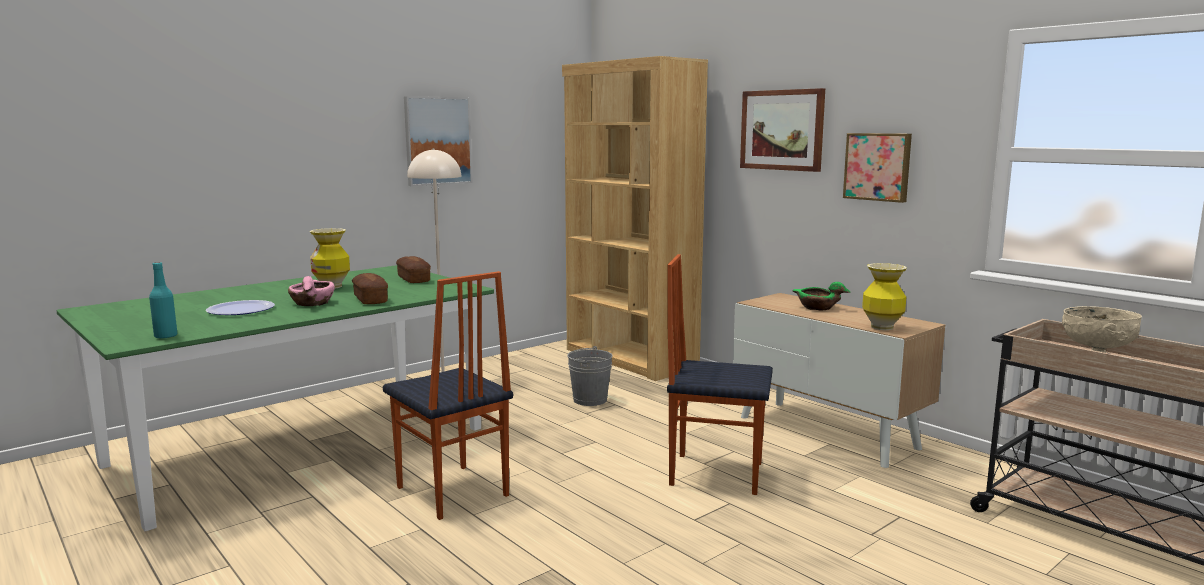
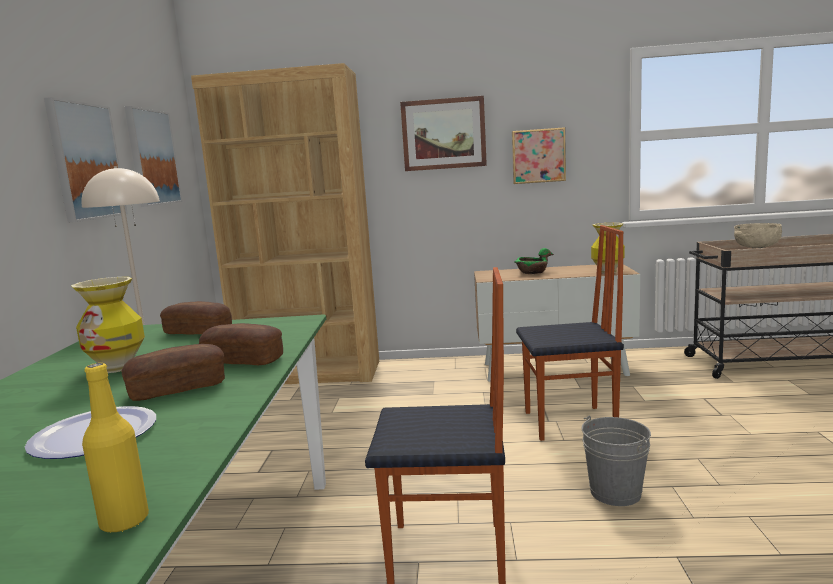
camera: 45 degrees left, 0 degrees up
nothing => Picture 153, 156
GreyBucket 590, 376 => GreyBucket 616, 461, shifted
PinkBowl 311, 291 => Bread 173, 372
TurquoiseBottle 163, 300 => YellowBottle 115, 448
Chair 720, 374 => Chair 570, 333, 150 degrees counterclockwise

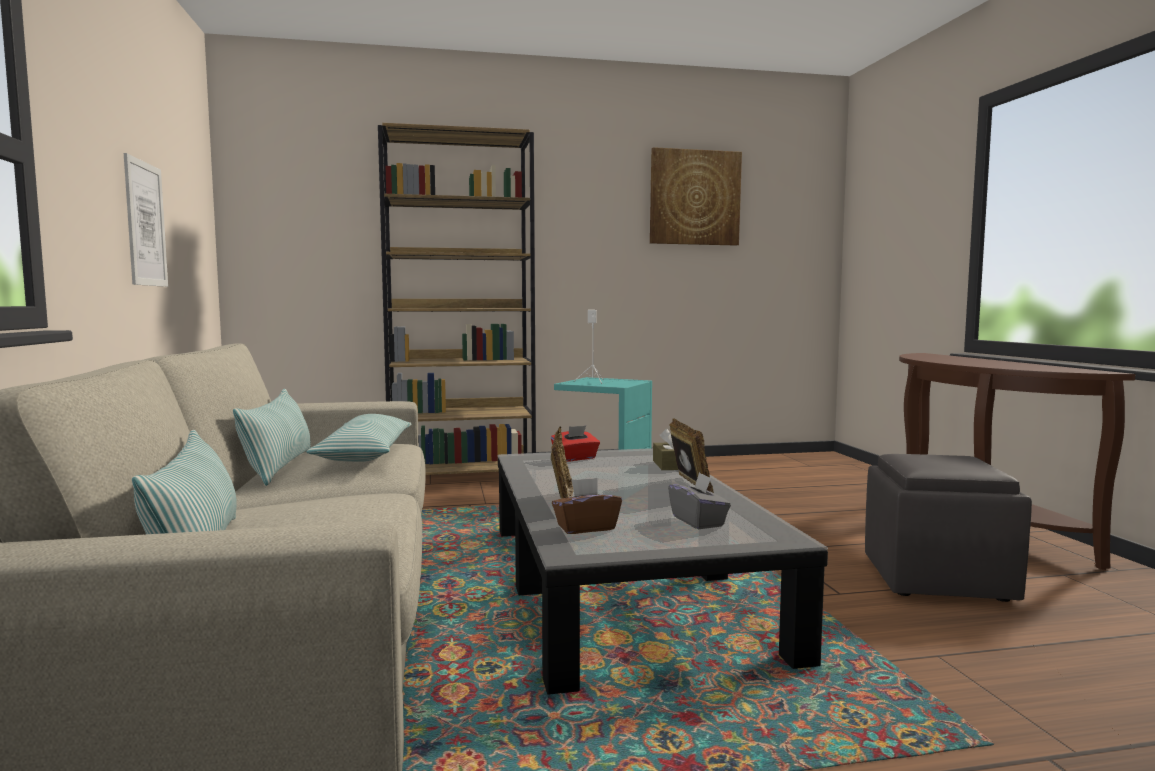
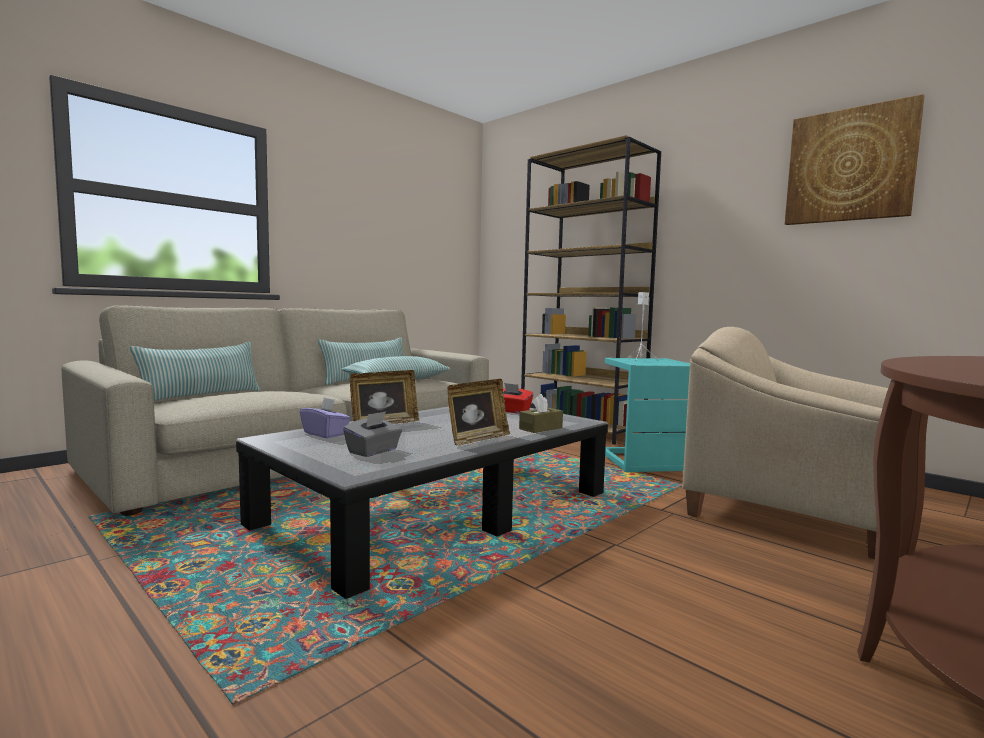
camera: 55 degrees right, 0 degrees up
Picture 146, 220 => nothing
GreyOttoman 948, 528 => nothing
nothing => BeigeArmchair 785, 443
BrownTissueBox 587, 506 => PurpleTissueBox 325, 418

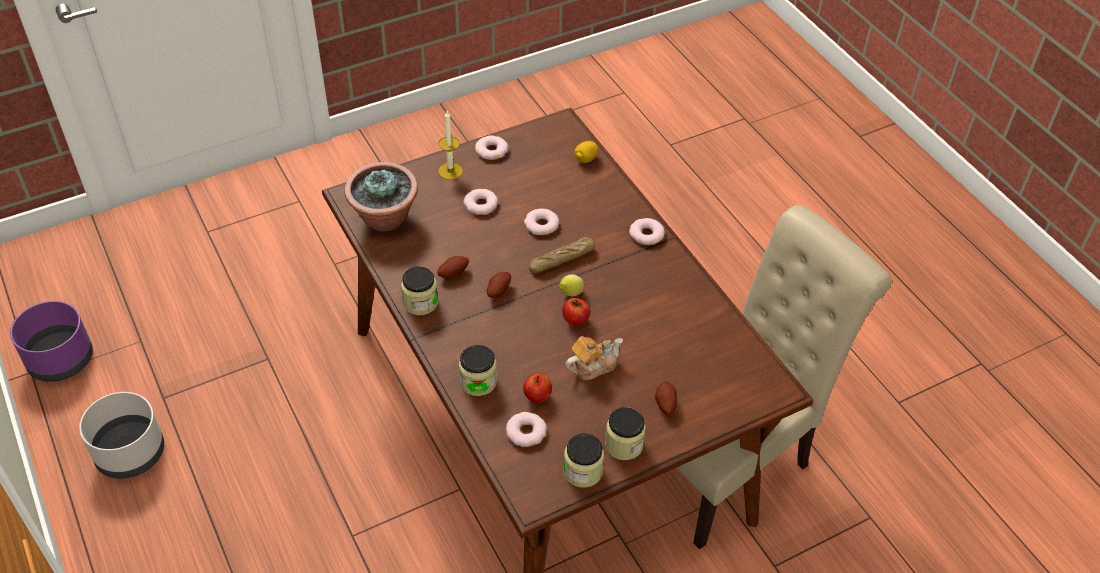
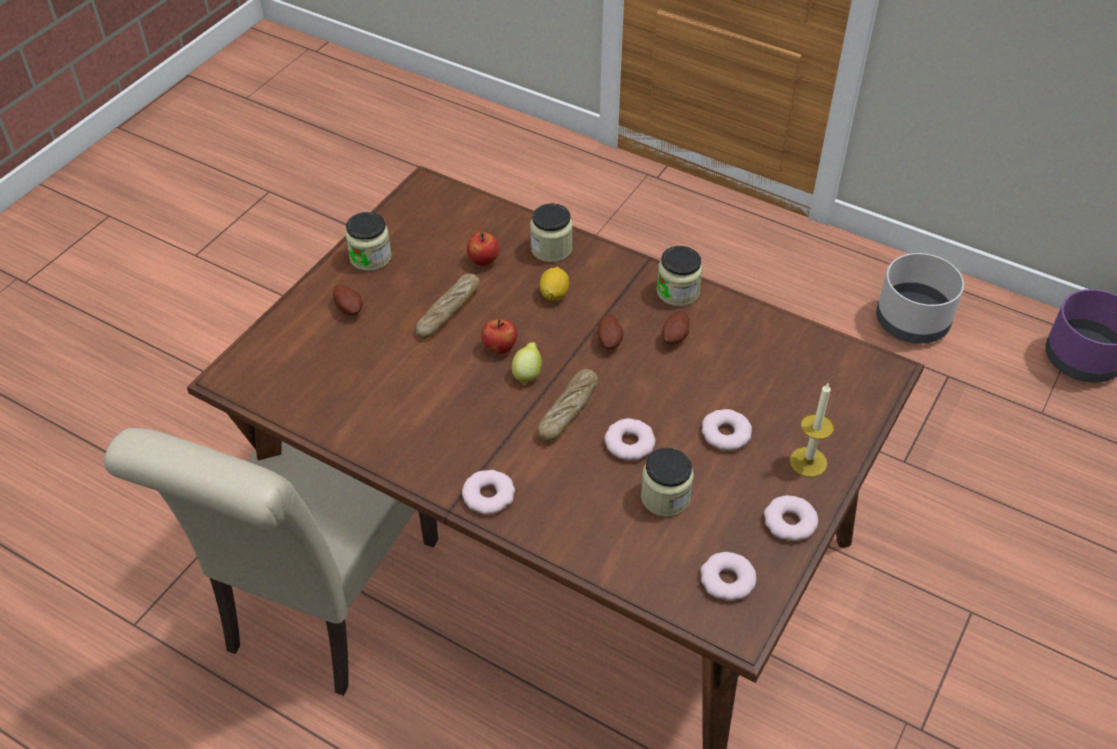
camera: 150 degrees right, 0 degrees up
PottedPlant 381, 197 => nothing
Donut 526, 429 => Donut 728, 576, shifted
Jar 583, 460 => Jar 667, 482, shifted
Lemon 586, 152 => Lemon 554, 284, shifted
Teapot 594, 358 => Bread 447, 306

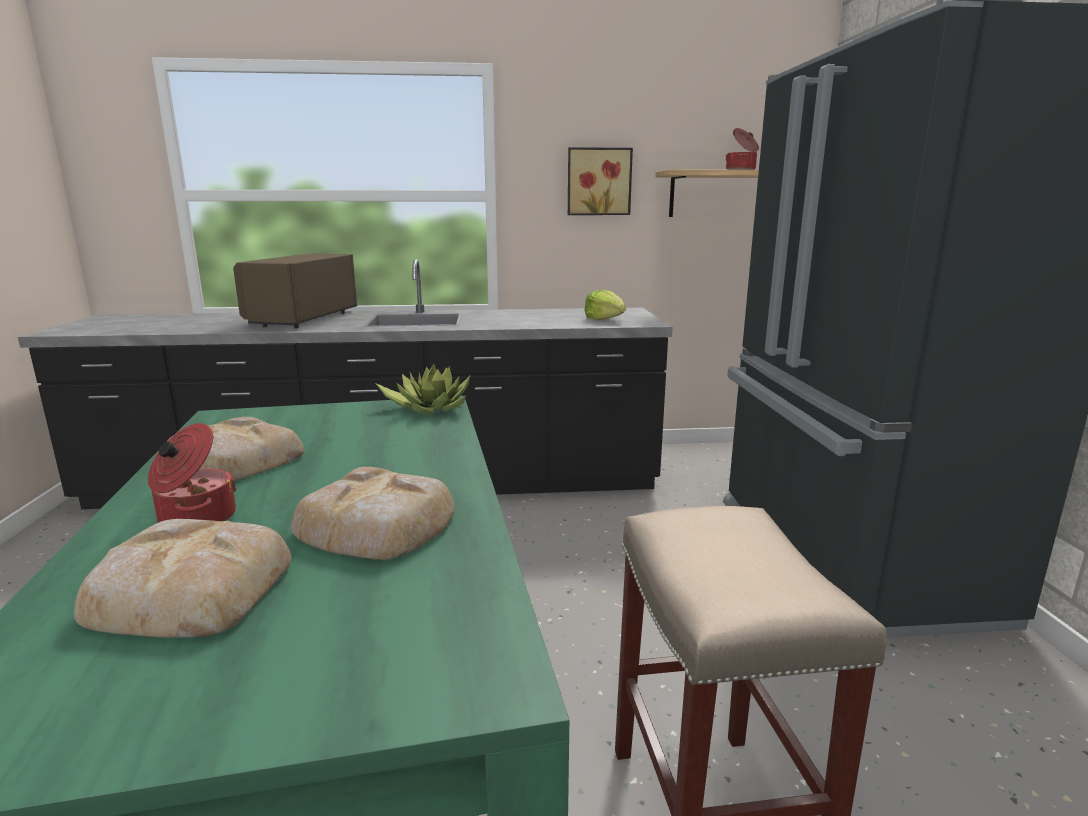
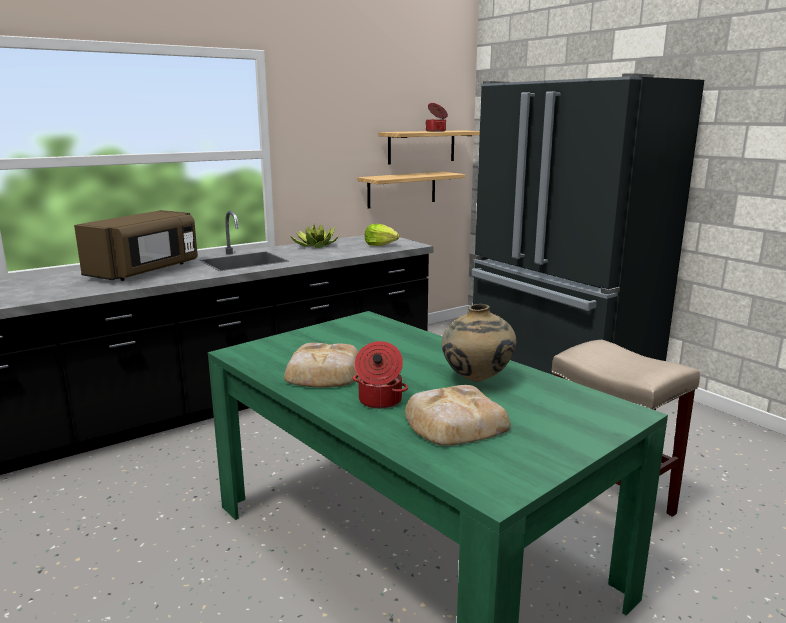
camera: 30 degrees left, 0 degrees up
Picture 600, 181 => nothing
nothing => Shelf 411, 190
PottedPlant 423, 389 => PottedPlant 314, 236, shifted
Bread 373, 513 => BeigeVase 479, 343
BrownMicrowave 295, 291 => BrownMicrowave 136, 245, 135 degrees counterclockwise

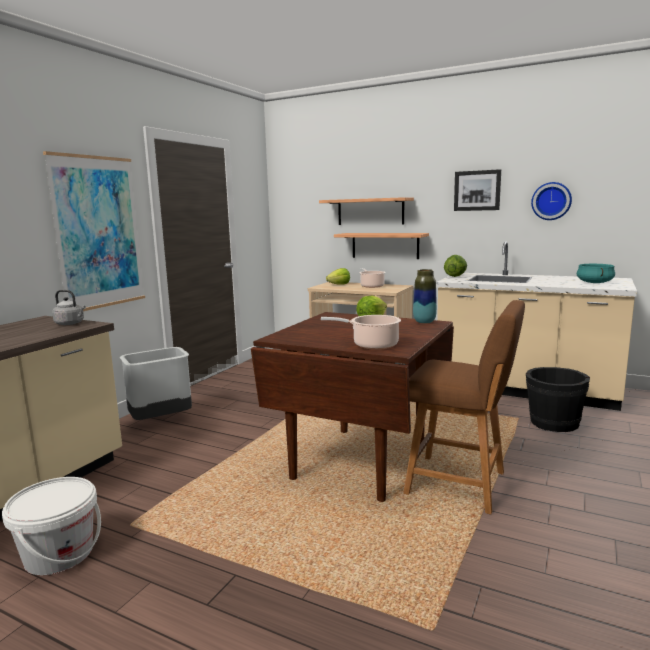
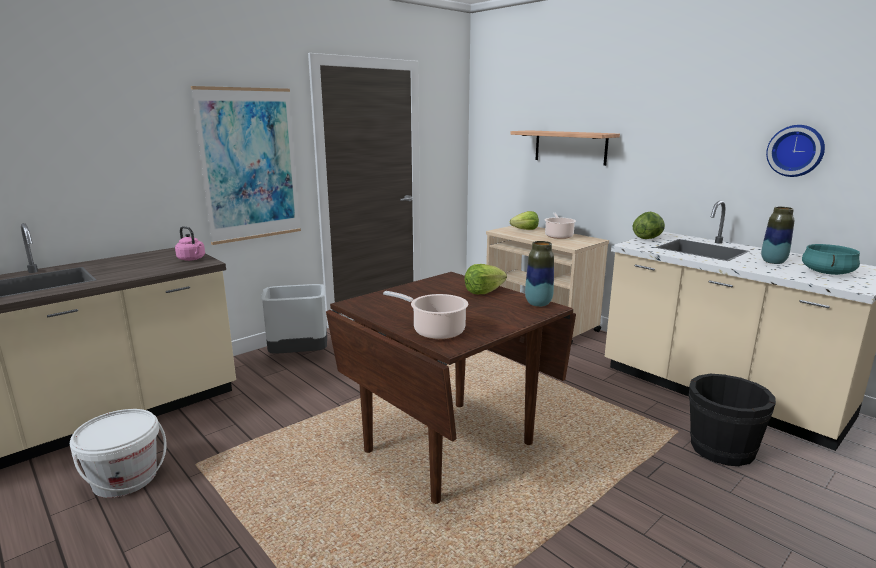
camera: 20 degrees right, 5 degrees up
Shelf 381, 246 => nothing
BrownStool 464, 407 => nothing
Picture 477, 190 => nothing
nothing => Vase 777, 235
GreyKettle 69, 307 => PinkKettle 190, 243

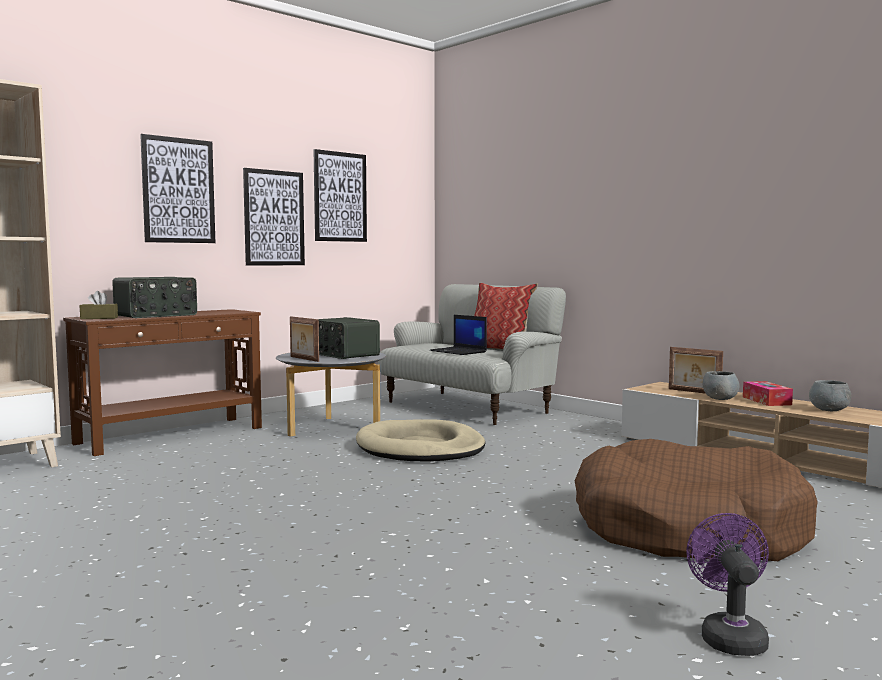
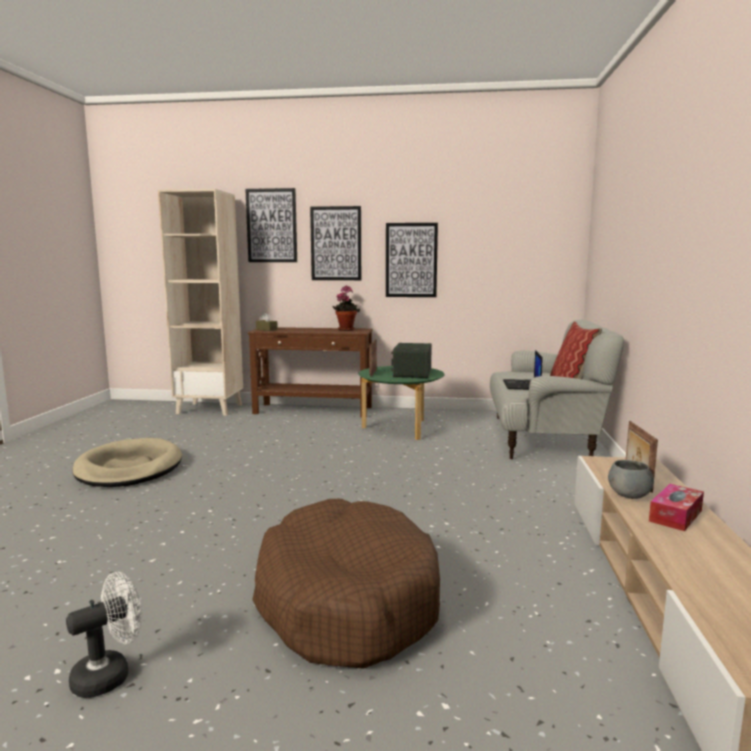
camera: 50 degrees right, 5 degrees up
Radio 154, 297 => nothing
GreyBowl 830, 395 => nothing
nothing => PottedPlant 346, 308
Picture 340, 195 => Picture 271, 225, shifted
BeigeDogBed 420, 440 => BeigeDogBed 127, 462, shifted
GreyCoffeeTable 331, 395 => GreenCoffeeTable 401, 403
PurpleFan 727, 584 => WhiteFan 104, 635

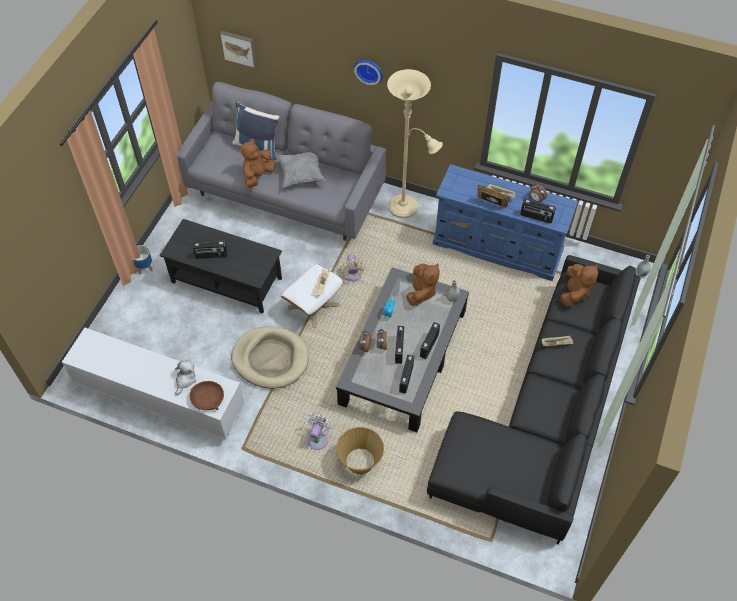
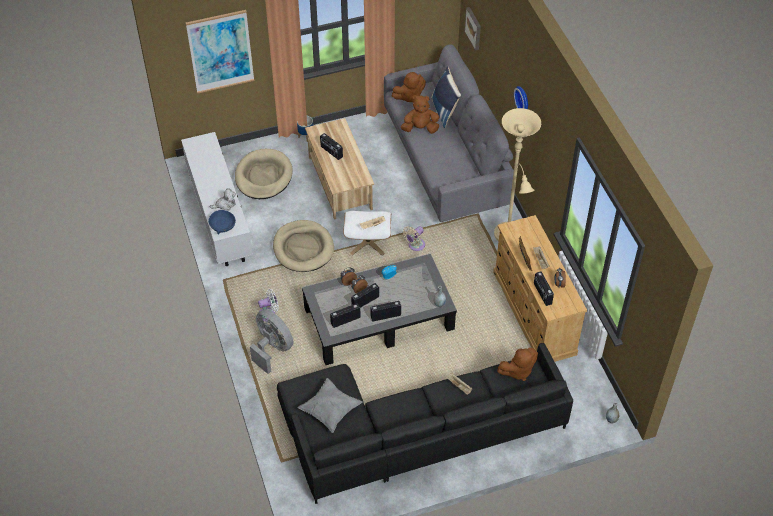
camera: 50 degrees right, 5 degrees down
nothing => Picture 220, 51
nothing => BeigeDogBed 264, 174
GreyPillow 301, 169 => GreyPillow 330, 405, shifted
BrownPlushToy 423, 285 => BrownPlushToy 409, 87, shifted
Basket 360, 450 => GreyFan 271, 341
BlackCoffeeTable 221, 266 => BeigeCoffeeTable 339, 169
BrownBowl 207, 395 => BlueBowl 222, 222
BlueDresser 505, 222 => BeigeDresser 540, 288

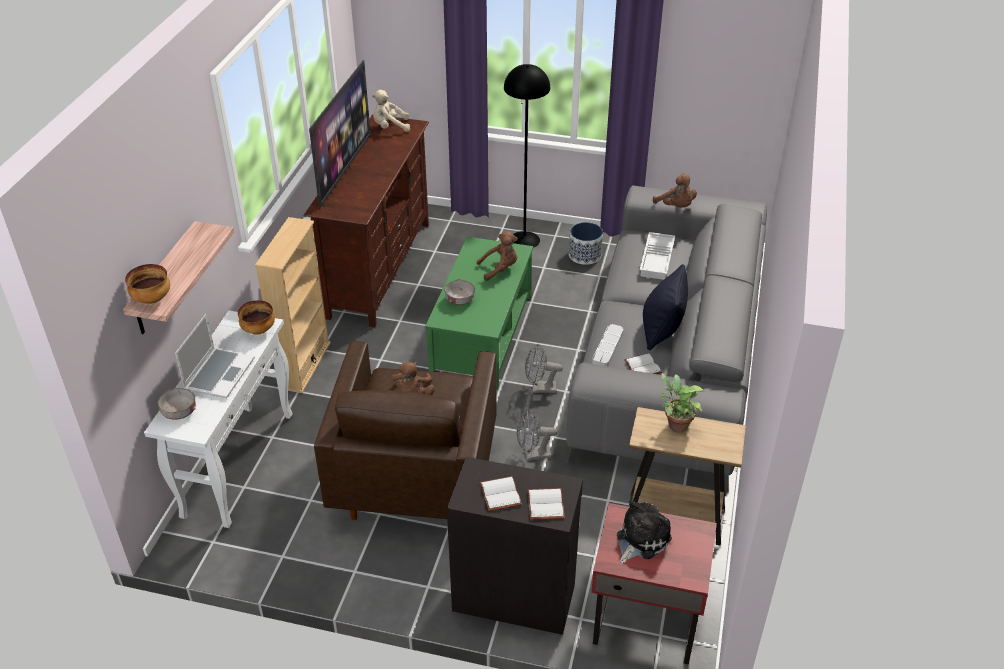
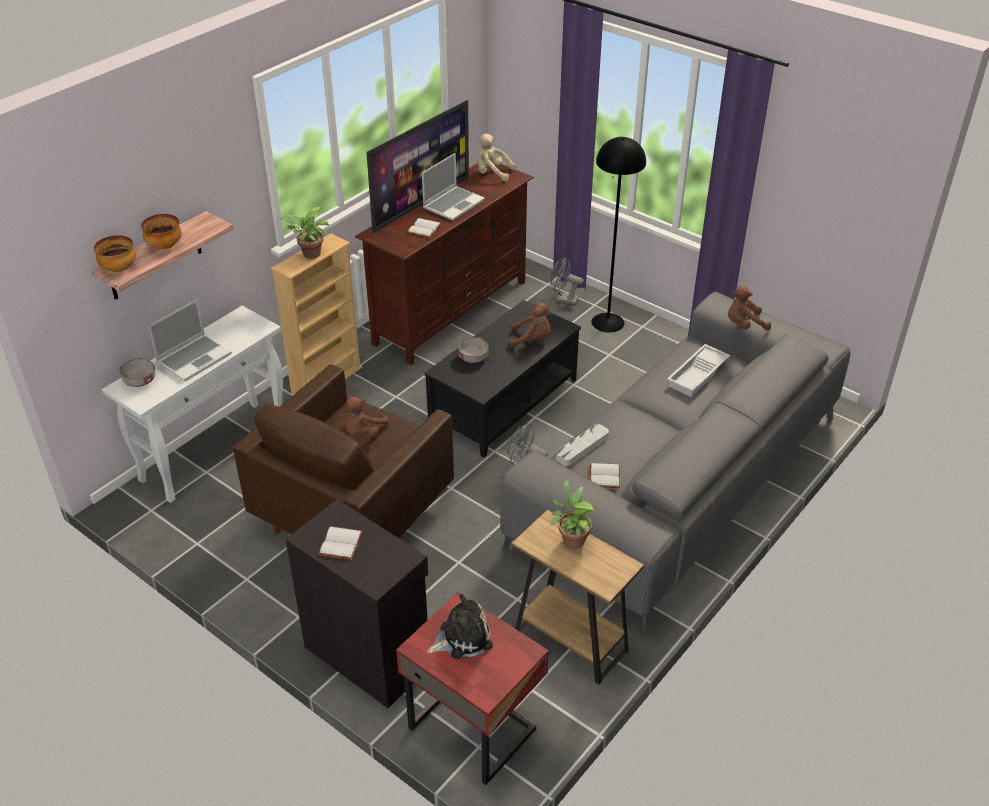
camera: 25 degrees right, 0 degrees up
Planter 586, 243 => nothing
BlackPillow 665, 307 => nothing
nothing => PottedPlant 305, 233
nothing => Laptop 453, 187
Bowl 256, 317 => Bowl 161, 231, shifted
GreyFan 537, 435 => GreyFan 567, 281, shifted
WhiteBook 546, 504 => WhiteBook 424, 228, shifted
GreenCoffeeTable 479, 313 => BlackCoffeeTable 502, 379
BrownPlushToy 675, 190 => BrownPlushToy 749, 308, 90 degrees clockwise

